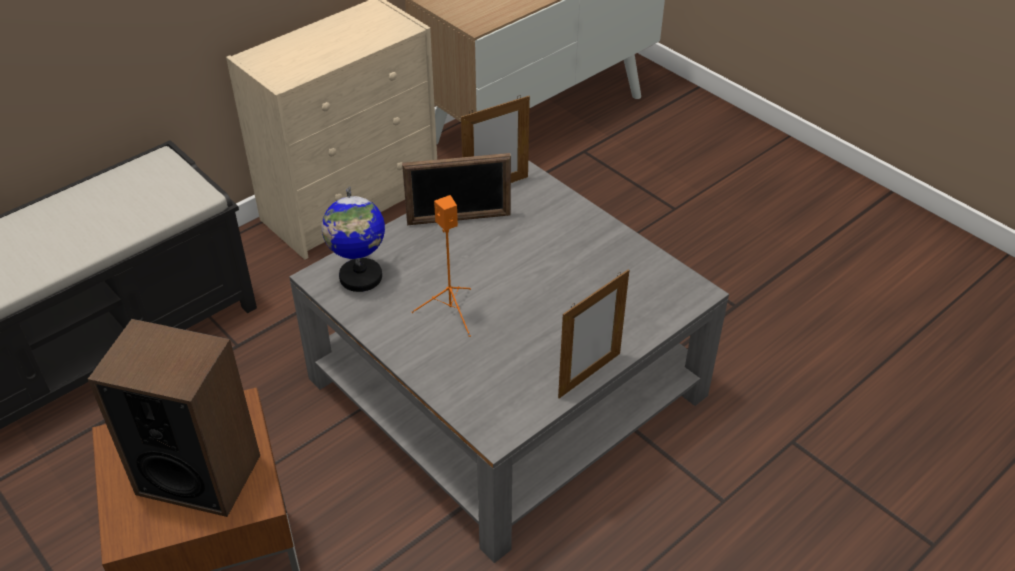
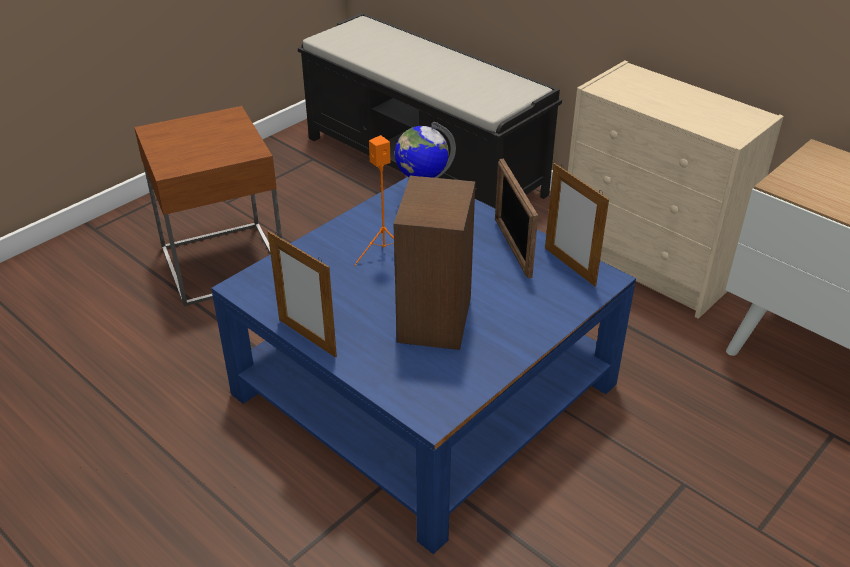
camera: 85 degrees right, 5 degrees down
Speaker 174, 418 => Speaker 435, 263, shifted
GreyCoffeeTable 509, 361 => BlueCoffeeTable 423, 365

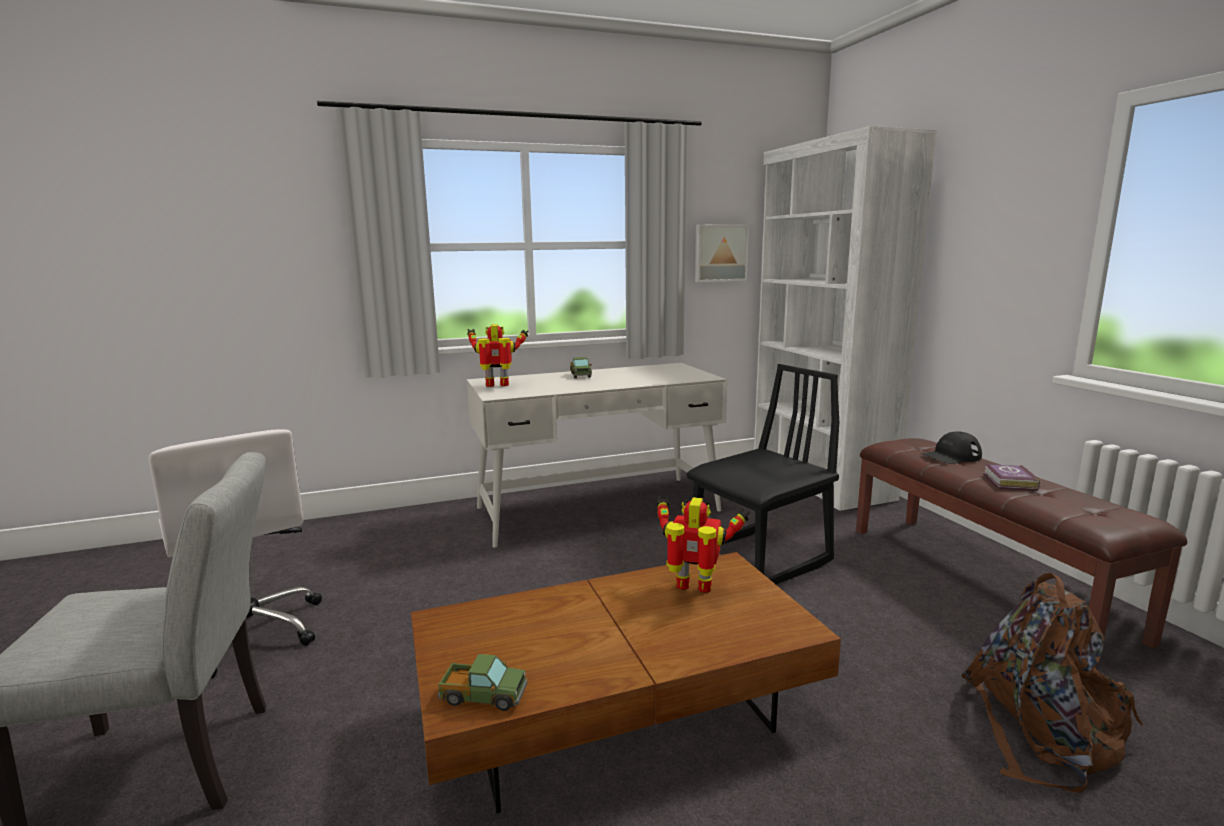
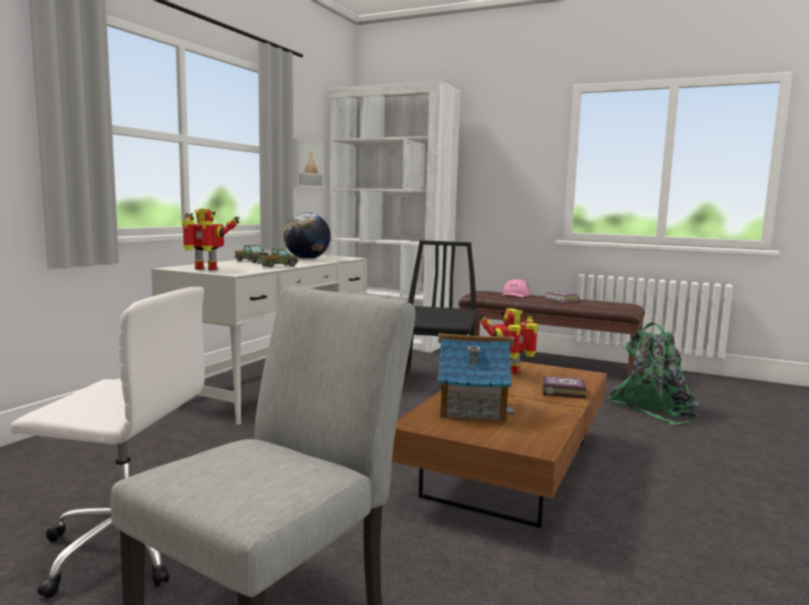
camera: 45 degrees left, 5 degrees down
nothing => Globe 307, 236
nothing => ToyHouse 476, 378
nothing => Book 564, 387
ToyTruck 482, 682 => ToyTruck 278, 257, shifted
BlackCap 951, 447 => PinkCap 516, 288
BrownBackpack 1052, 683 => GreenBackpack 654, 373
ToyRobot 498, 355 => ToyRobot 211, 239, 60 degrees clockwise

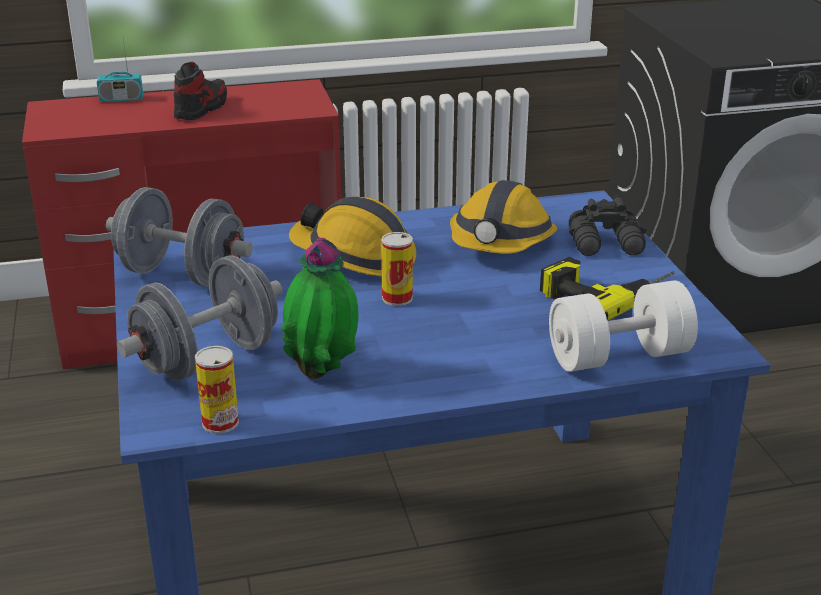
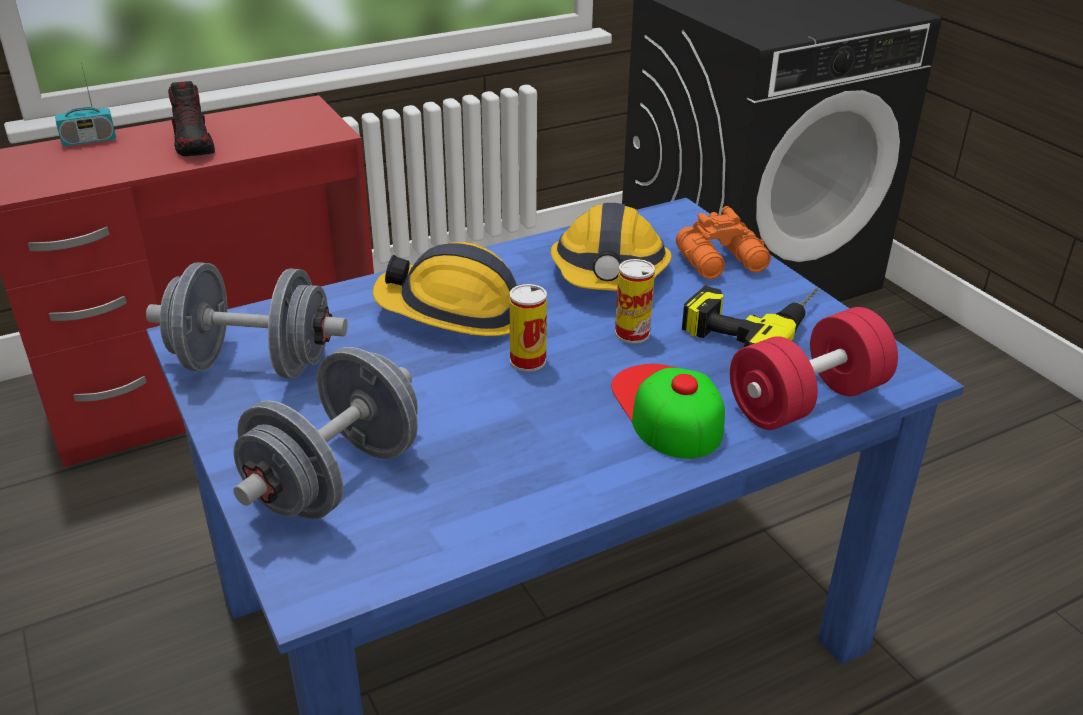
camera: 15 degrees left, 5 degrees up
PottedPlant 320, 308 => nothing
nothing => Cap 668, 411
Can 217, 390 => Can 635, 301, shifted
WhiteDumbbell 623, 326 => RedDumbbell 814, 368
BlackBinoculars 608, 225 => OrangeBinoculars 723, 242
Shoe 200, 91 => Shoe 191, 118, 150 degrees clockwise

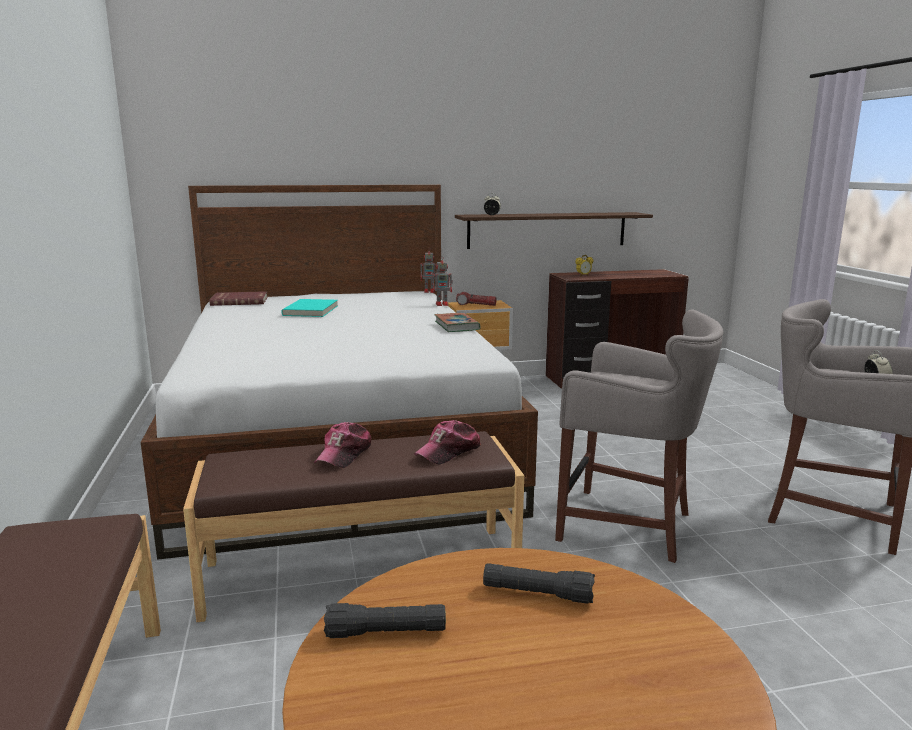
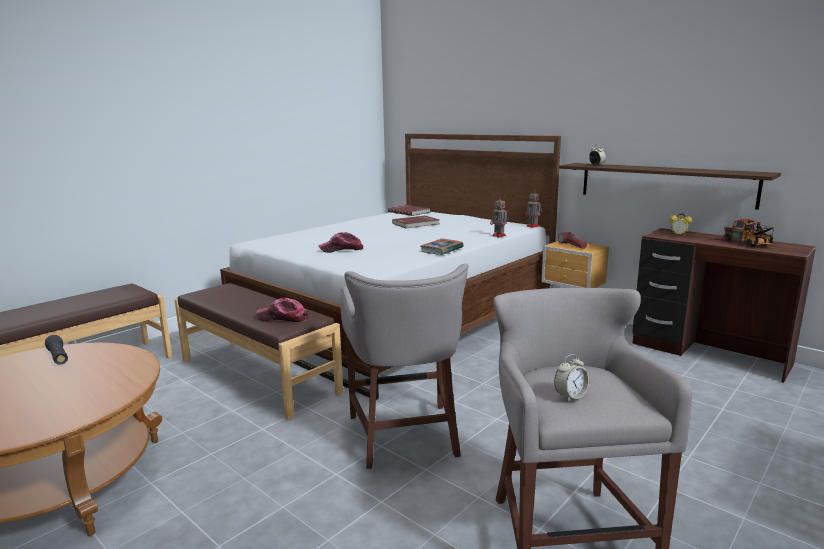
camera: 55 degrees right, 0 degrees up
BlackFlashlight 539, 583 => nothing
nothing => ToyTruck 749, 233
Cap 342, 445 => Cap 341, 242, shifted
TurquoiseBook 309, 308 => RedBook 415, 222

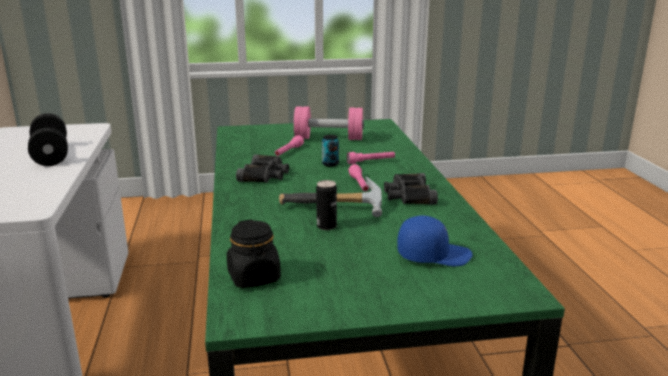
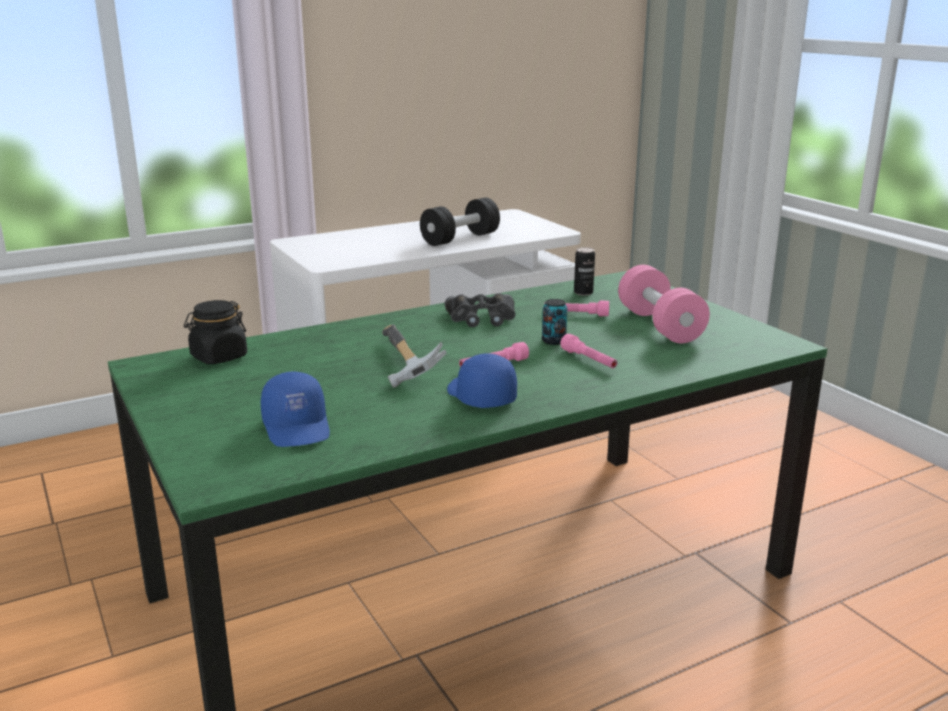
camera: 70 degrees right, 0 degrees up
Can 326, 205 => Can 584, 271, shifted
BlackBinoculars 411, 189 => BlueCap 482, 380

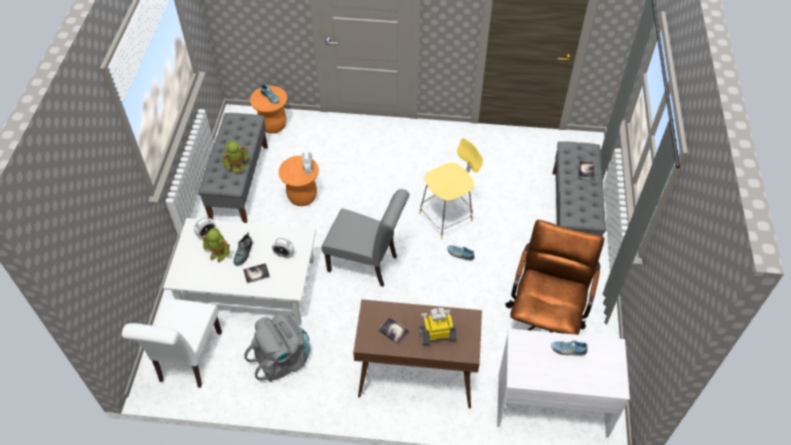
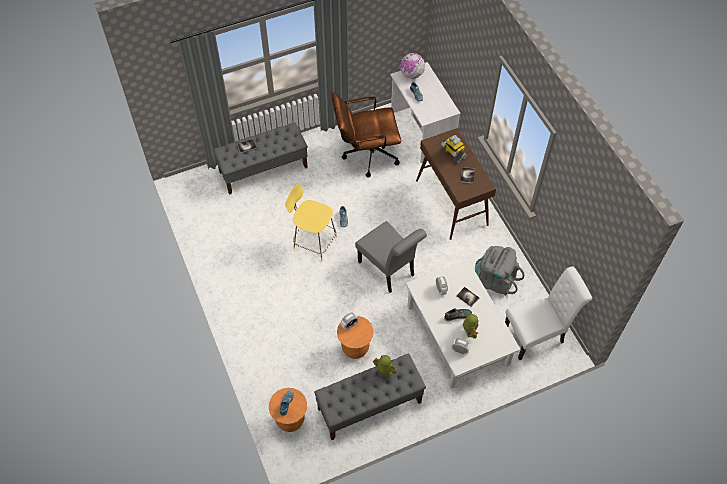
camera: 120 degrees left, 5 degrees up
nothing => Globe 412, 66
GreyChair 365, 238 => GreyChair 391, 257, 150 degrees clockwise

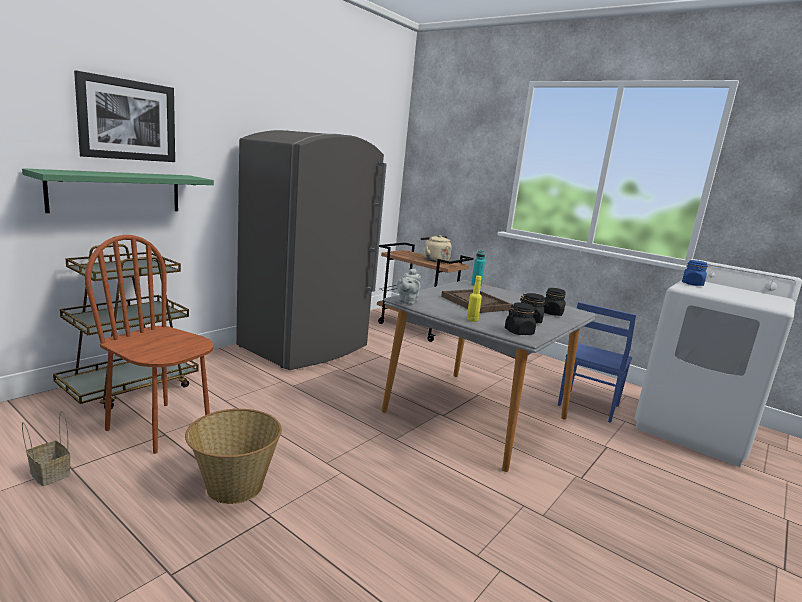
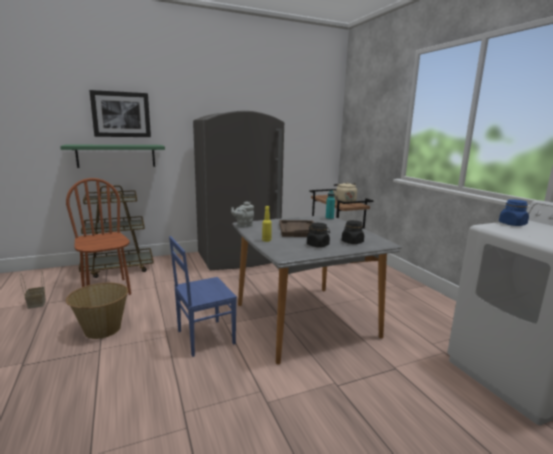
camera: 30 degrees right, 0 degrees up
BlackJar 521, 318 => nothing
BlueChair 597, 362 => BlueChair 203, 296, shifted

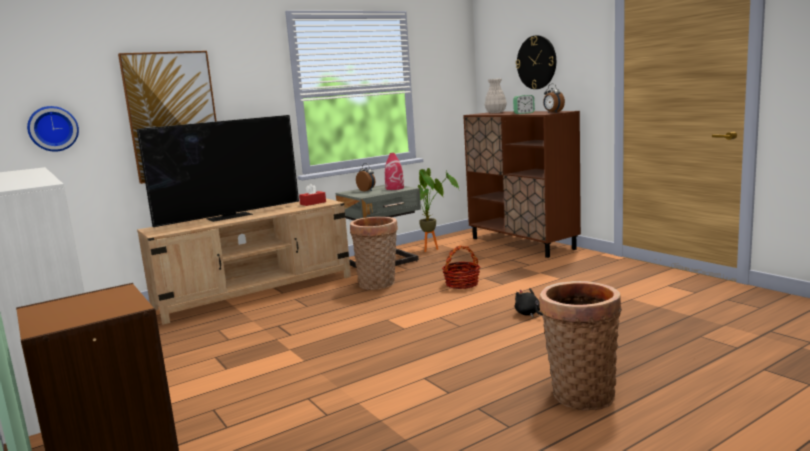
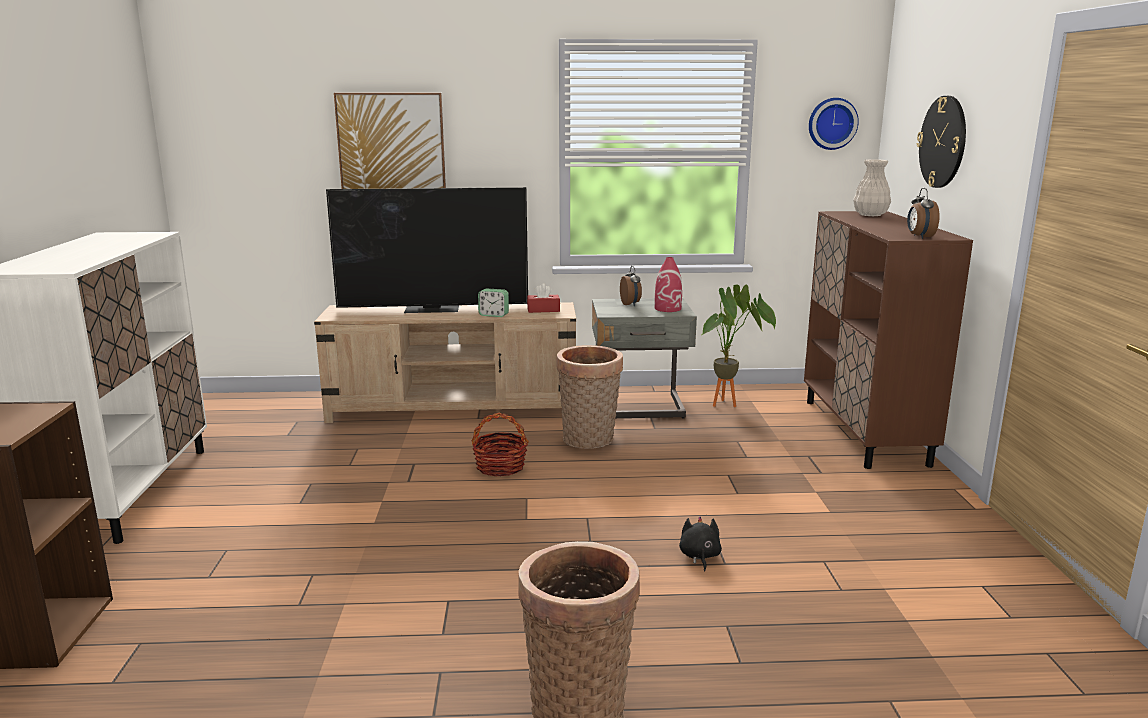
camera: 30 degrees right, 5 degrees up
WallClock 53, 129 => WallClock 834, 124, shifted
Basket 461, 267 => Basket 500, 444, shifted
AlarmClock 524, 104 => AlarmClock 493, 303, shifted

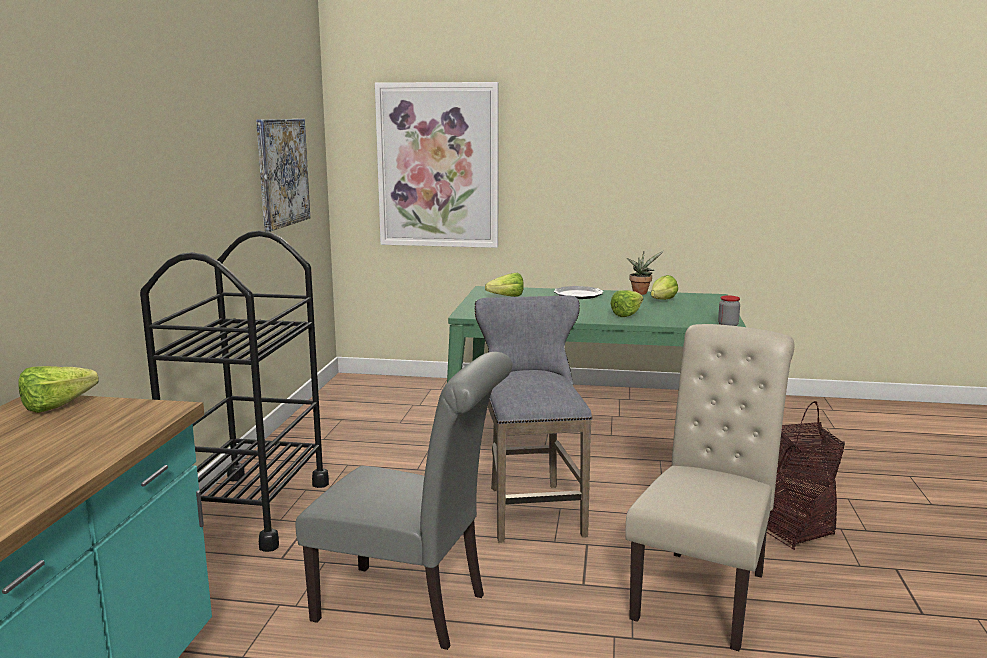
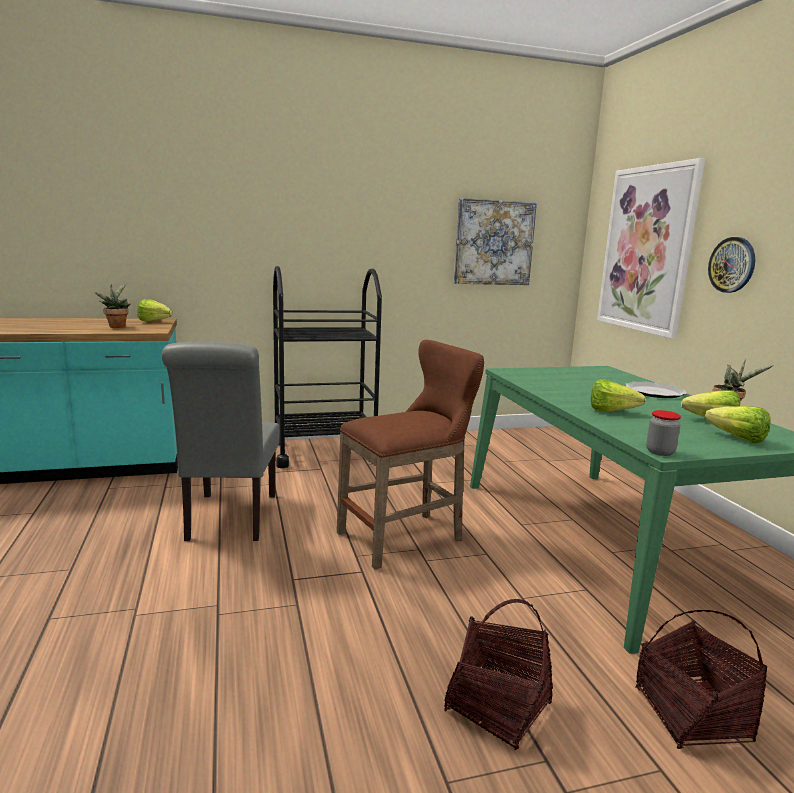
camera: 65 degrees right, 0 degrees up
BeigeChair 709, 487 => nothing
nothing => PottedPlant 113, 305
nothing => WallClock 731, 265
Lettuce 504, 285 => Lettuce 737, 424, shifted
GreyStool 533, 419 => BrownStool 410, 455

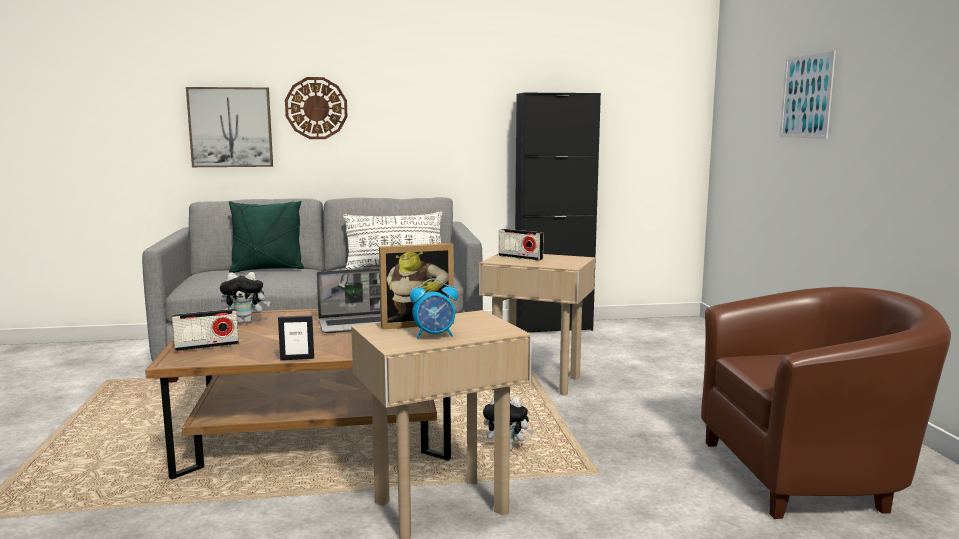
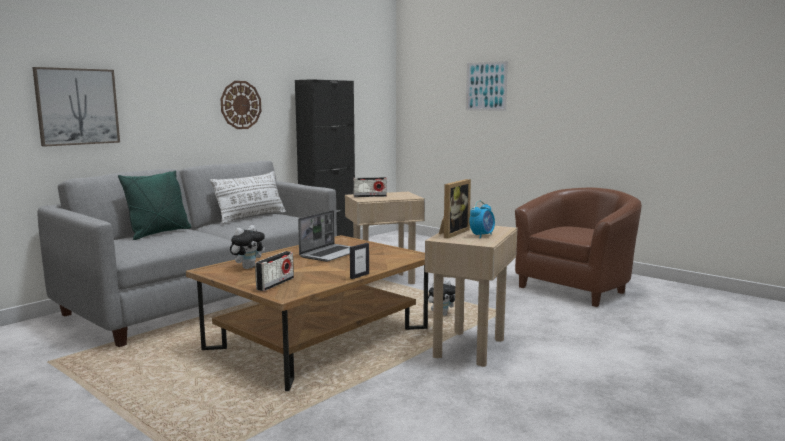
camera: 40 degrees left, 0 degrees up
WallClock 316, 108 => WallClock 240, 105, shifted

